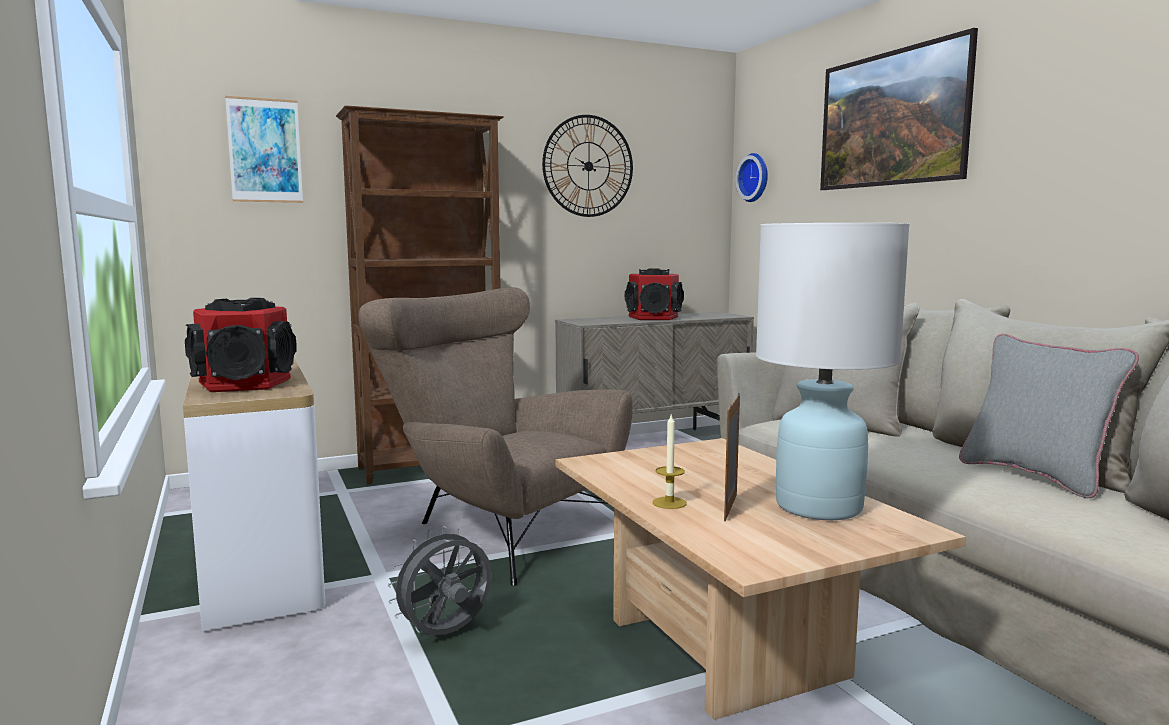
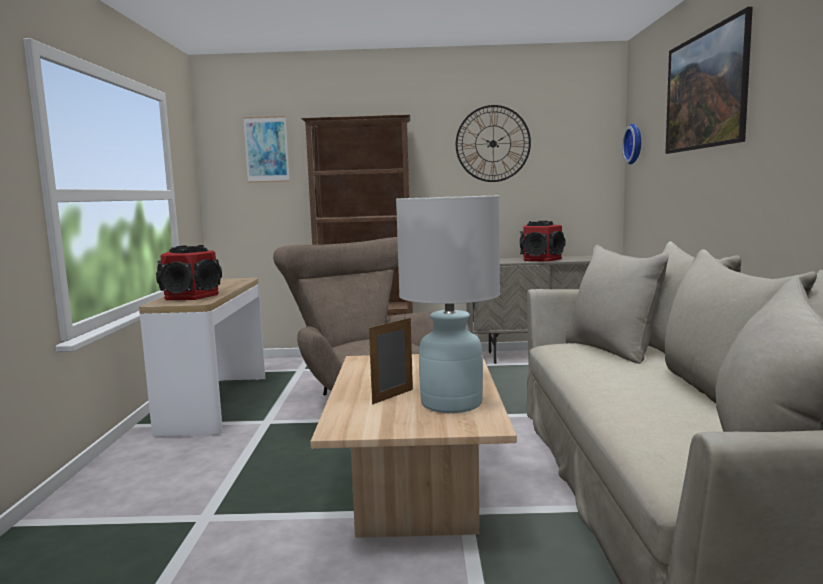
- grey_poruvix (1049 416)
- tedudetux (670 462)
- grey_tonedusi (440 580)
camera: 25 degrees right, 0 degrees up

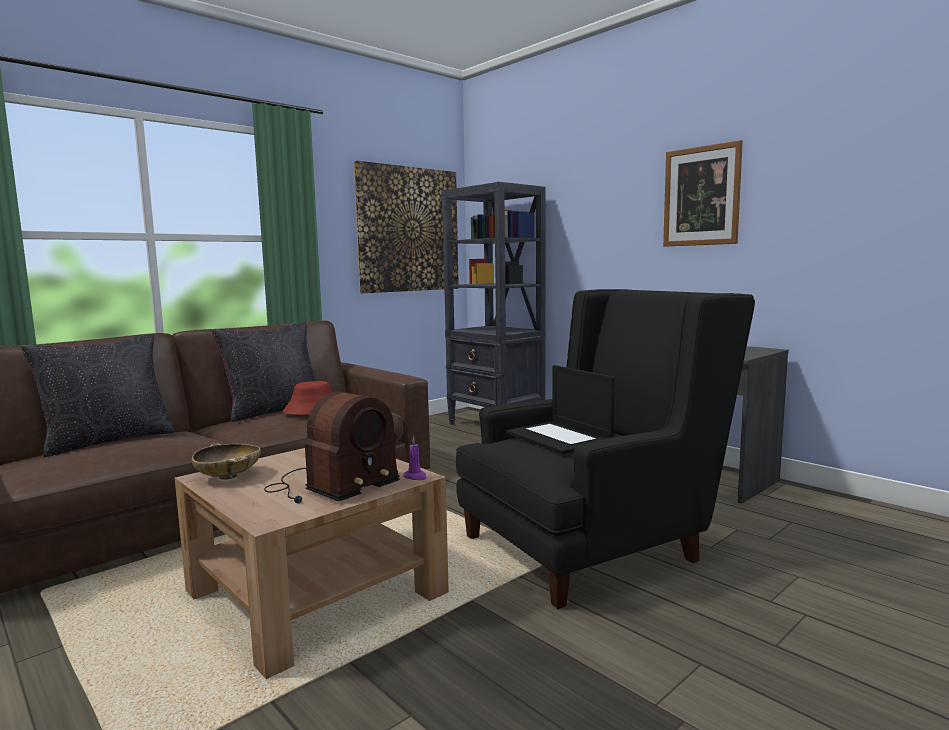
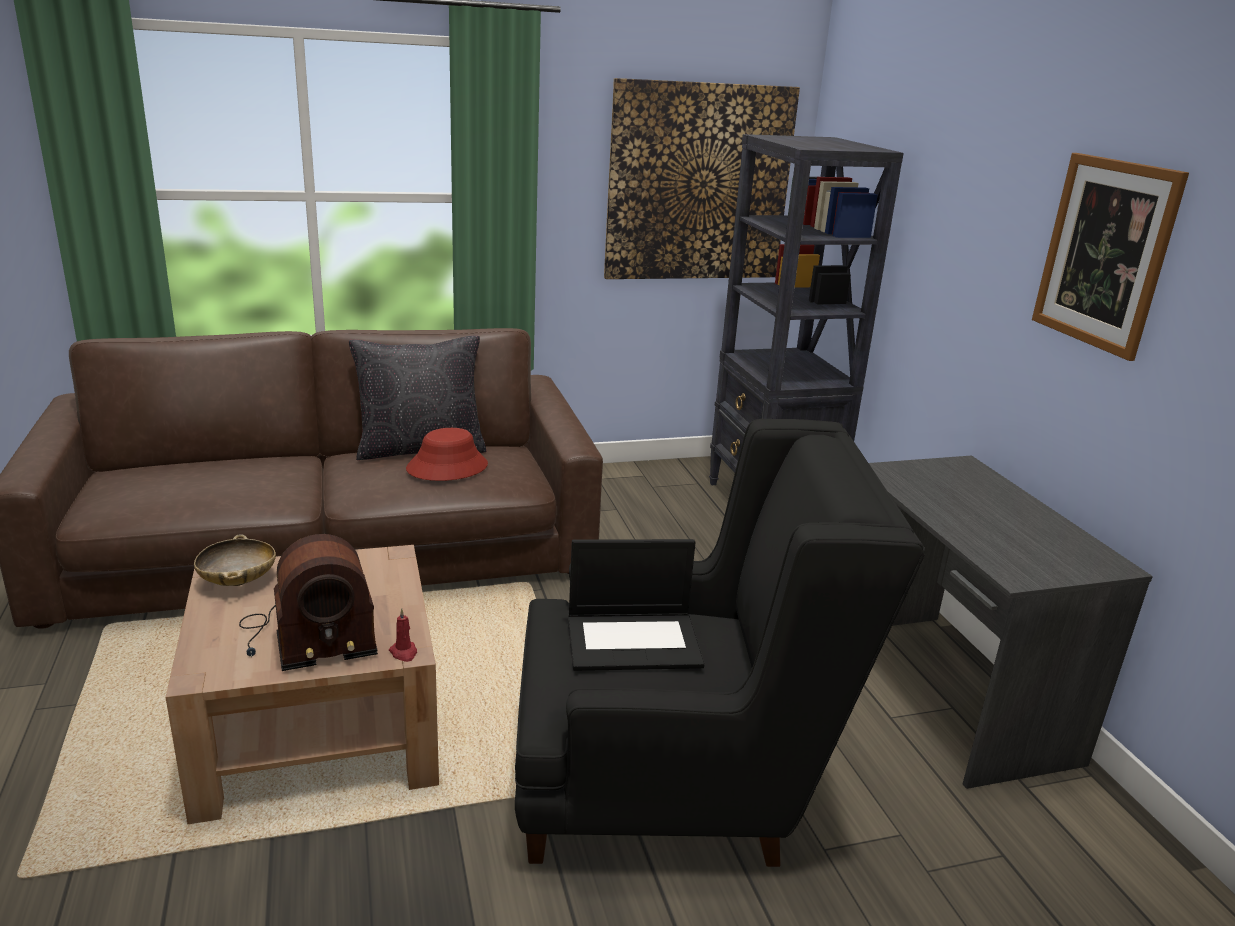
- black_poruvix (98 395)
~ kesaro (560 409) = (636 605) 90 degrees counterclockwise
~ purple_tedudetux (415 458) to red_tedudetux (403 635)
camera: 25 degrees right, 15 degrees up

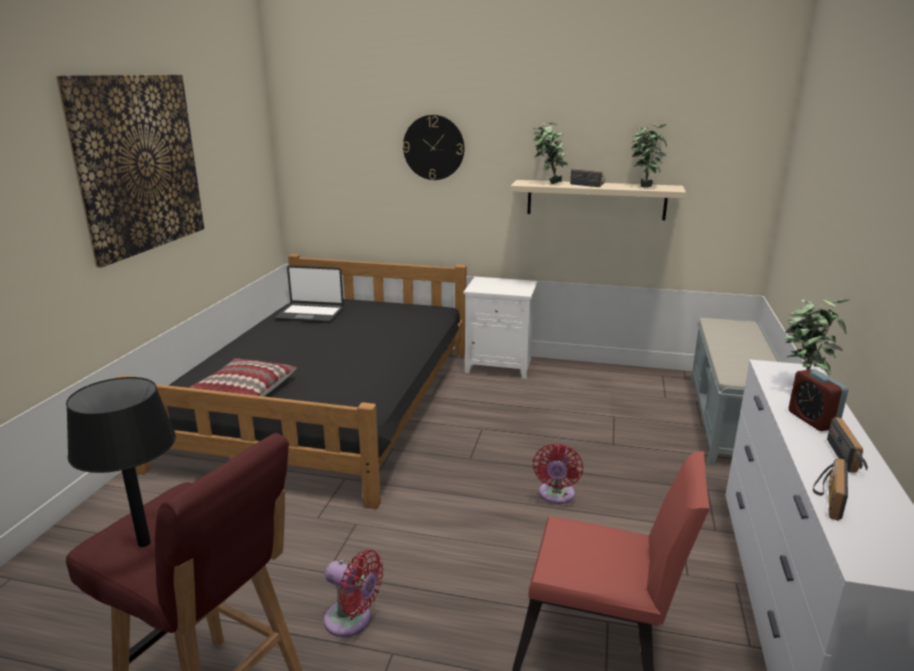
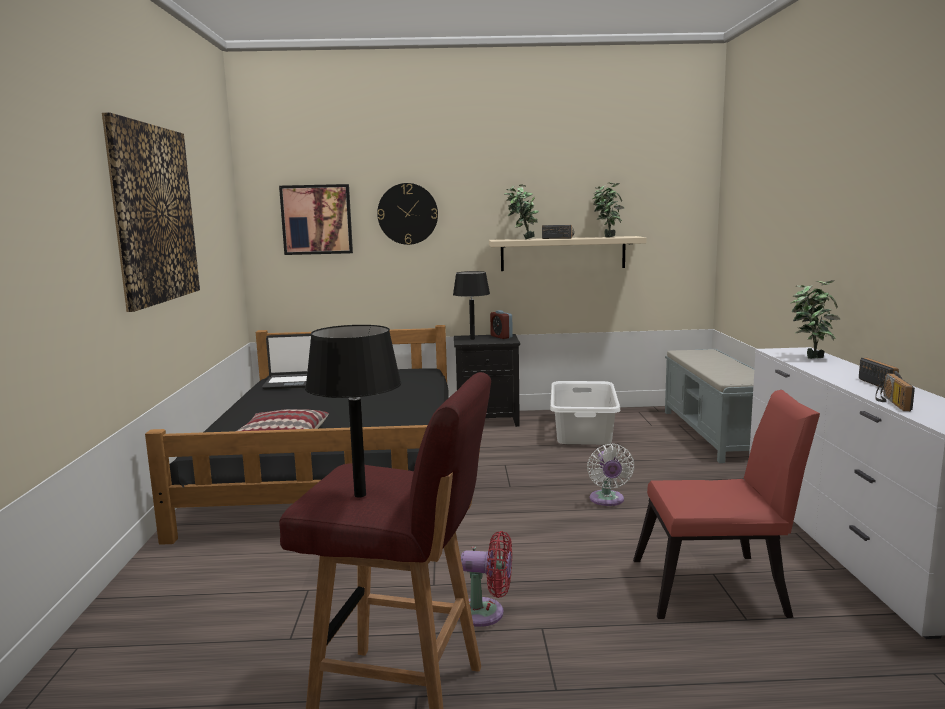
~ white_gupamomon (500 328) to black_gupamomon (487 380)
~ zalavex (818 400) to (501 324)
~ red_tonedusi (558 473) to white_tonedusi (610 475)
+ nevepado (316 219)
+ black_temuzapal (471 305)
+ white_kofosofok (585 413)
camera: 15 degrees left, 10 degrees down

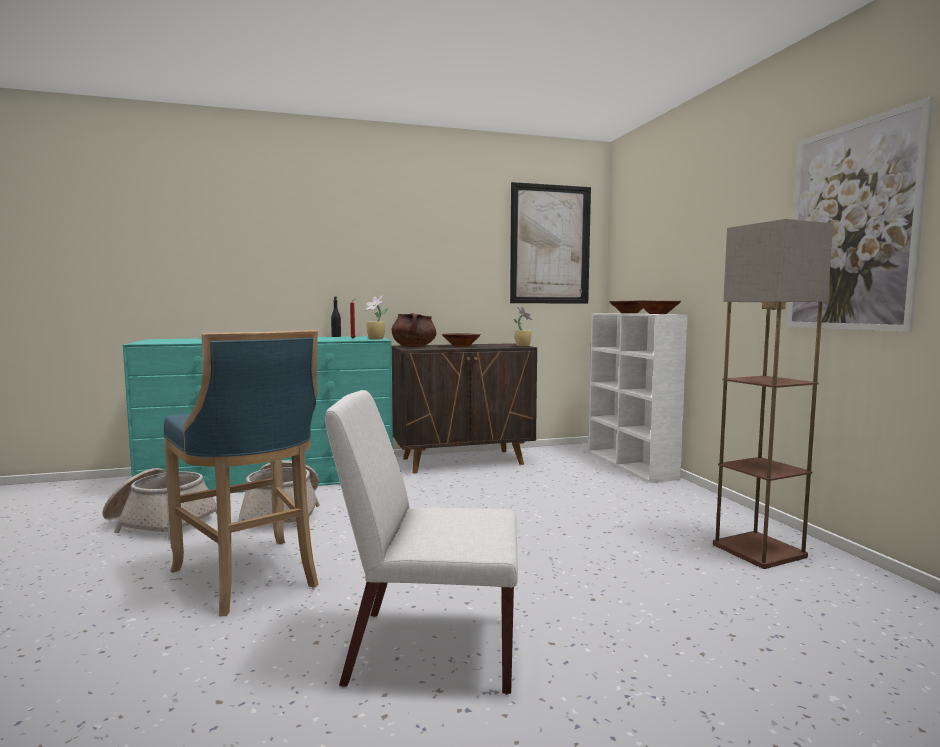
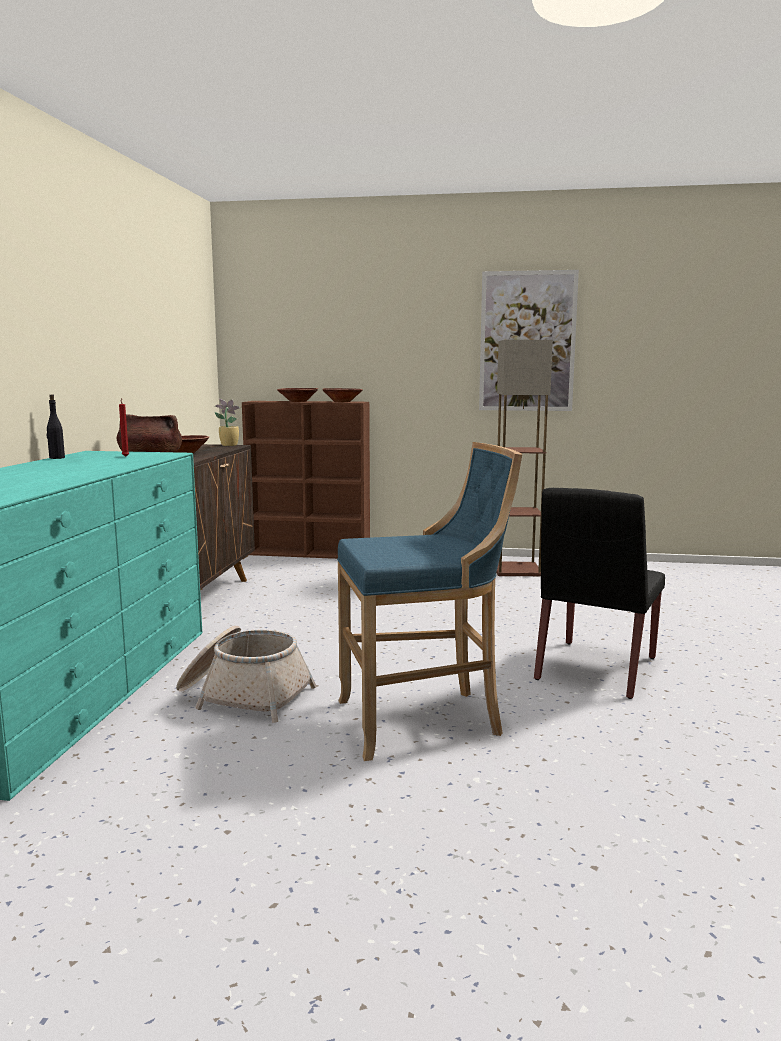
- nevepado (550 242)
- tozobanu (376 318)
~ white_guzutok (638 398) to brown_guzutok (306 480)
~ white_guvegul (421 542) to black_guvegul (599 593)
- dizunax (159 504)
camera: 65 degrees left, 5 degrees up

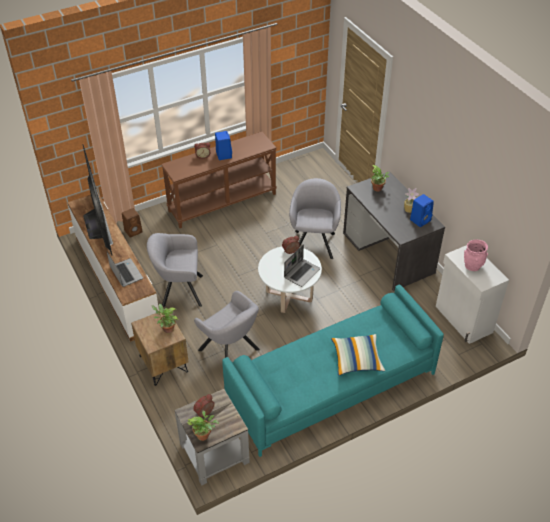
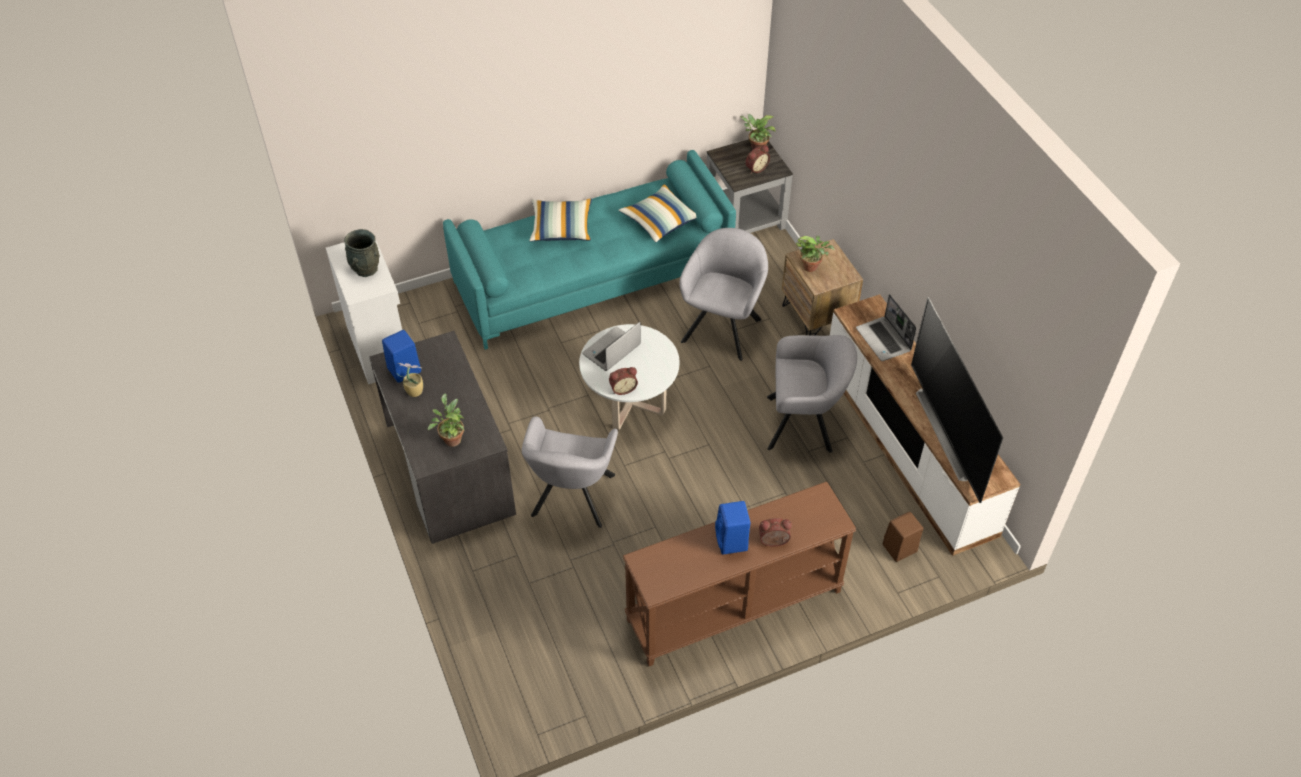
~ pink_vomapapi (476 255) to grey_vomapapi (362 253)
~ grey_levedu (227 324) = (723 294) 60 degrees clockwise
+ poruvix (657 213)
camera: 175 degrees left, 5 degrees up

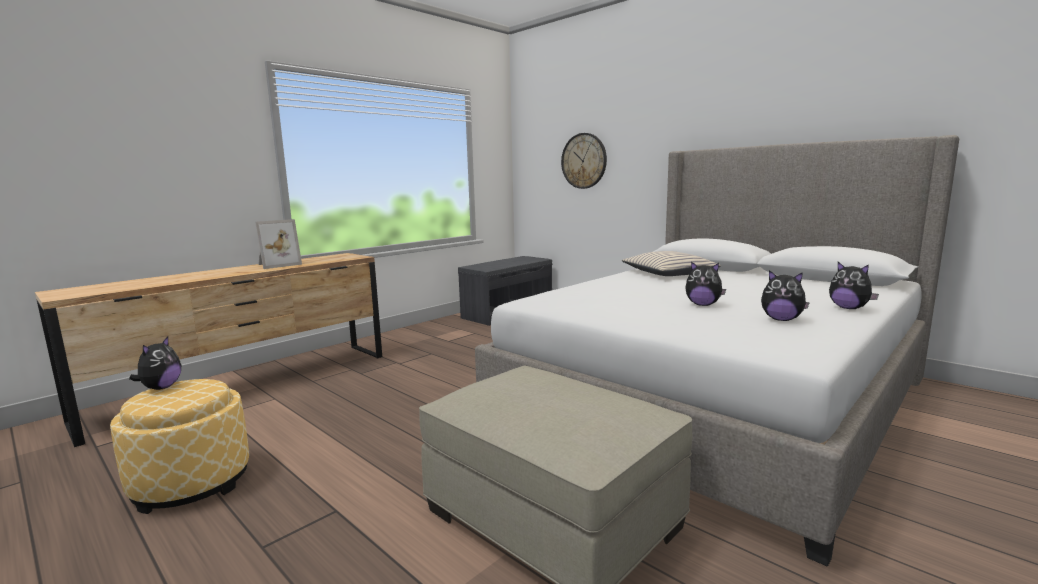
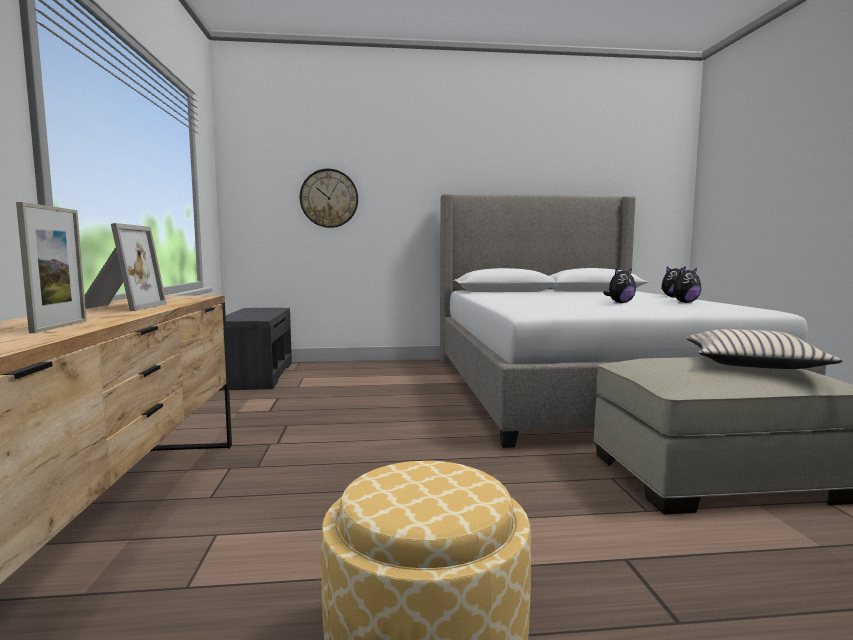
~ beige_poruvix (671 263) to (764 349)
- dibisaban (155 363)
+ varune (51 267)
camera: 50 degrees left, 5 degrees down

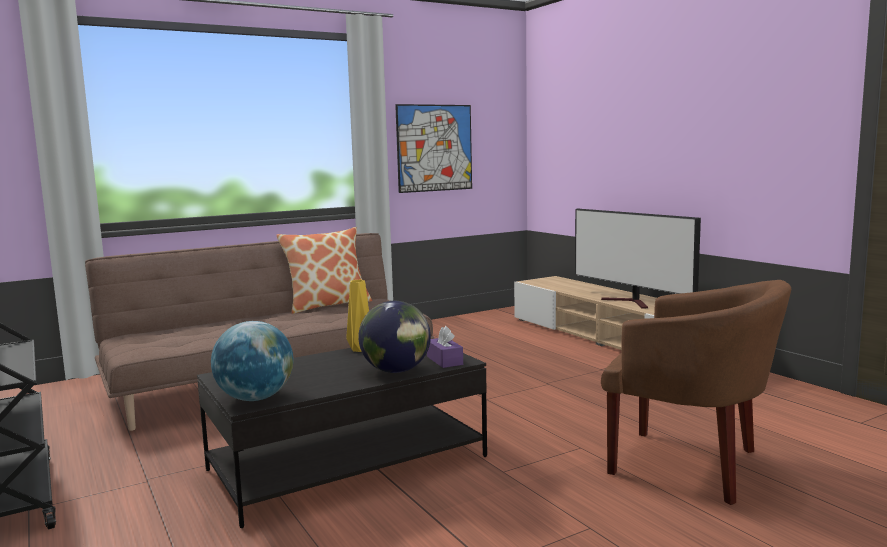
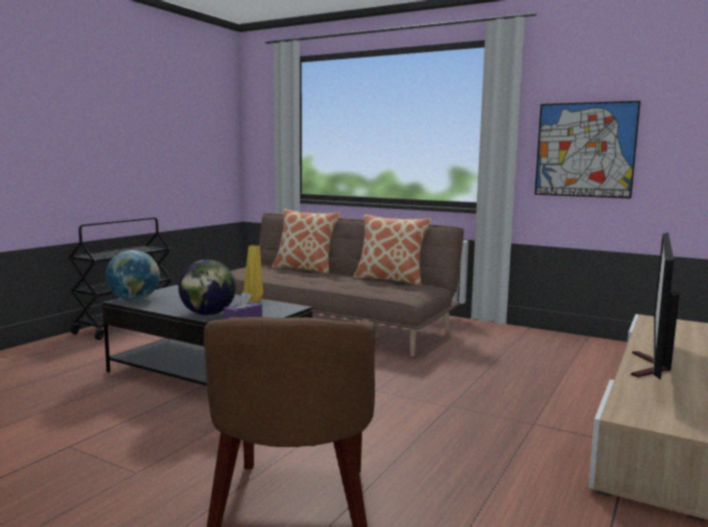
+ poruvix (306 241)
camera: 60 degrees right, 0 degrees up

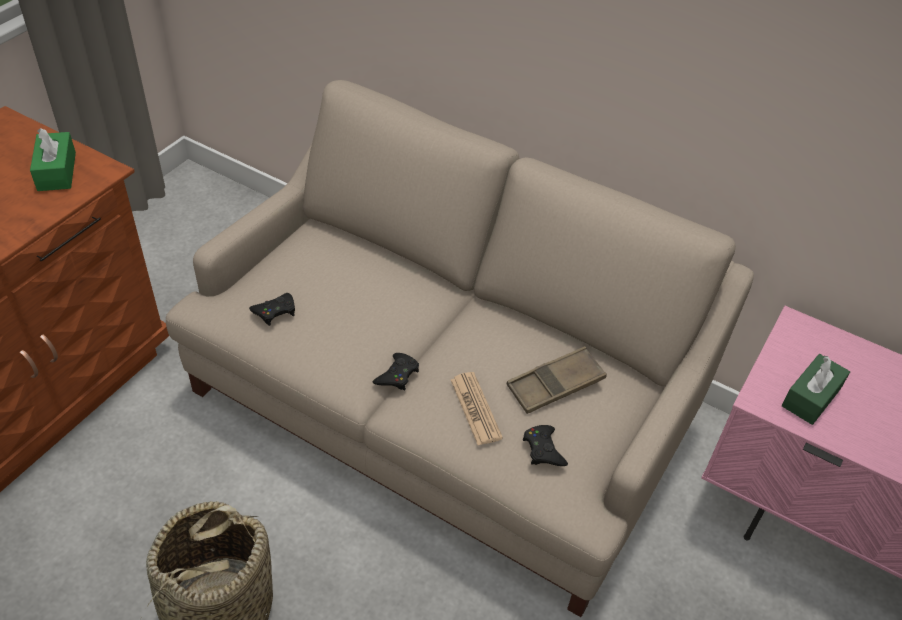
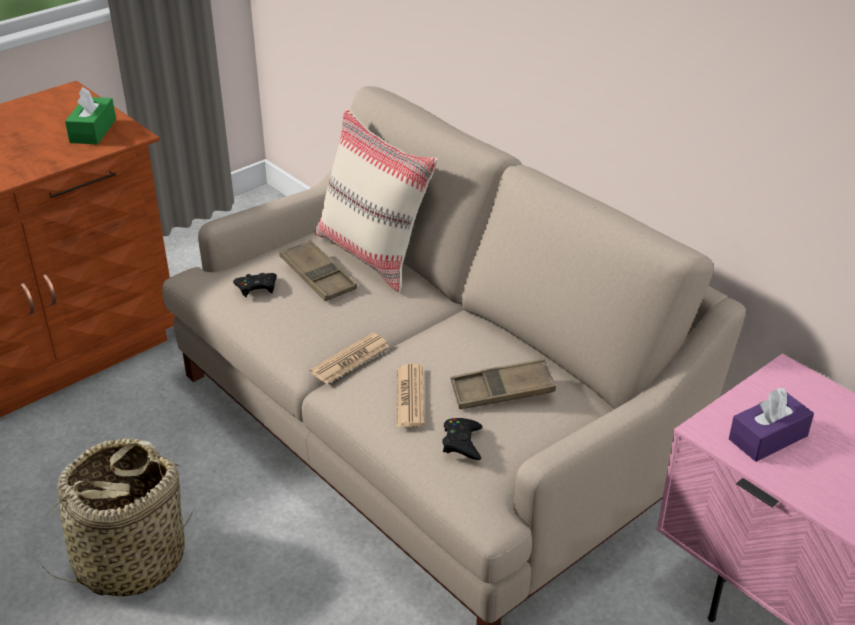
~ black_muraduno (396 372) to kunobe (349 358)
~ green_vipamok (816 389) to purple_vipamok (771 425)
+ beige_poruvix (376 200)
+ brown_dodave (318 270)
camera: 20 degrees right, 10 degrees down

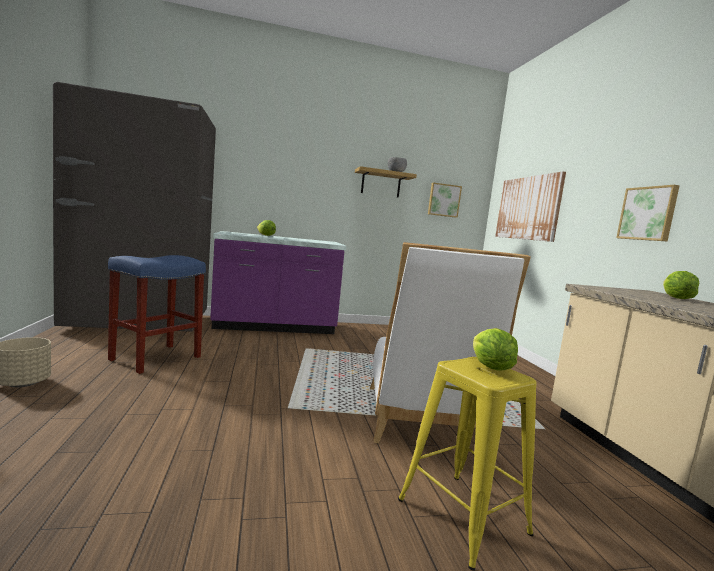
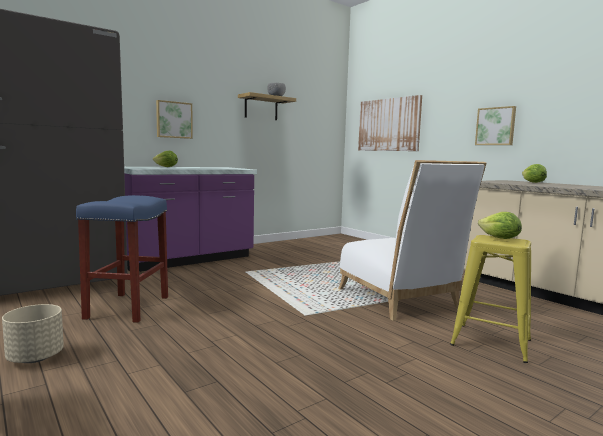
~ nevepado (445 200) to (174 119)
camera: 25 degrees left, 0 degrees up

